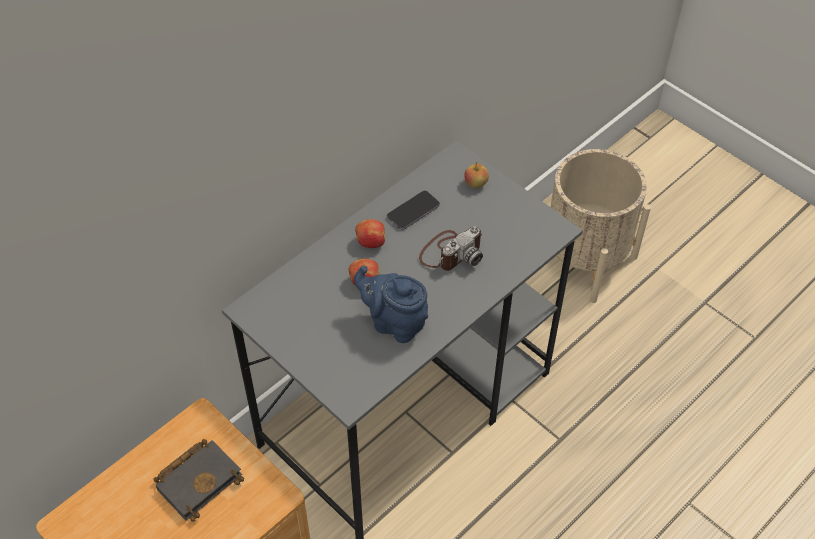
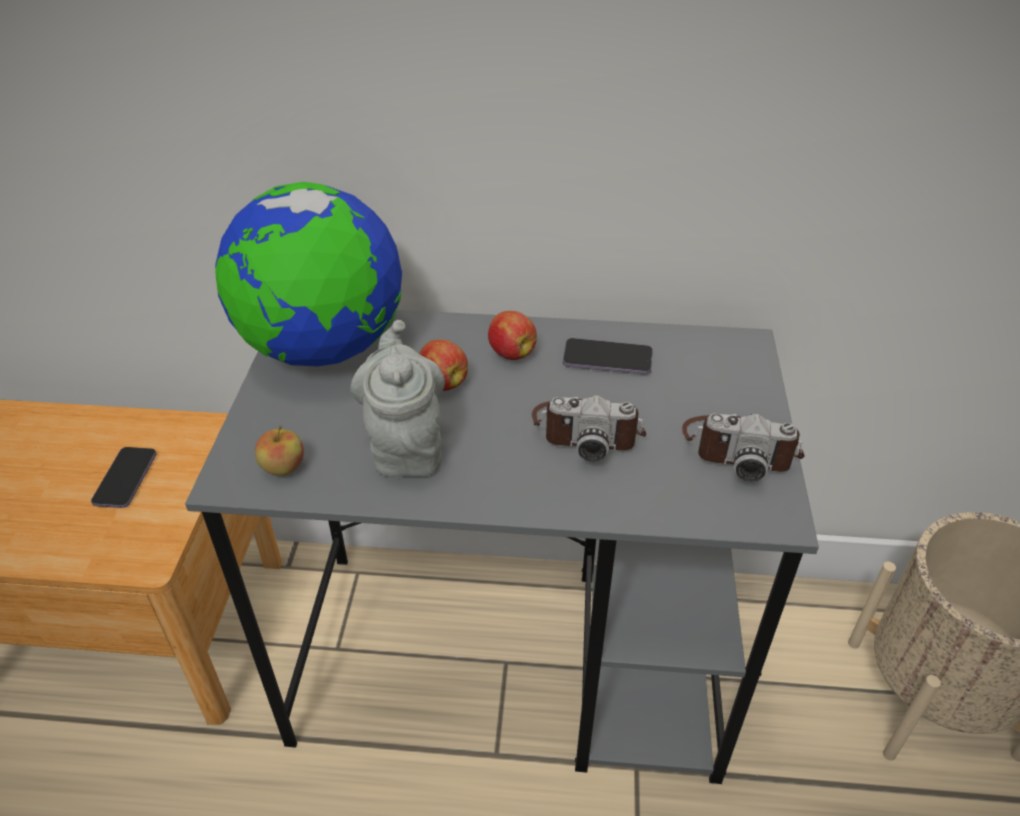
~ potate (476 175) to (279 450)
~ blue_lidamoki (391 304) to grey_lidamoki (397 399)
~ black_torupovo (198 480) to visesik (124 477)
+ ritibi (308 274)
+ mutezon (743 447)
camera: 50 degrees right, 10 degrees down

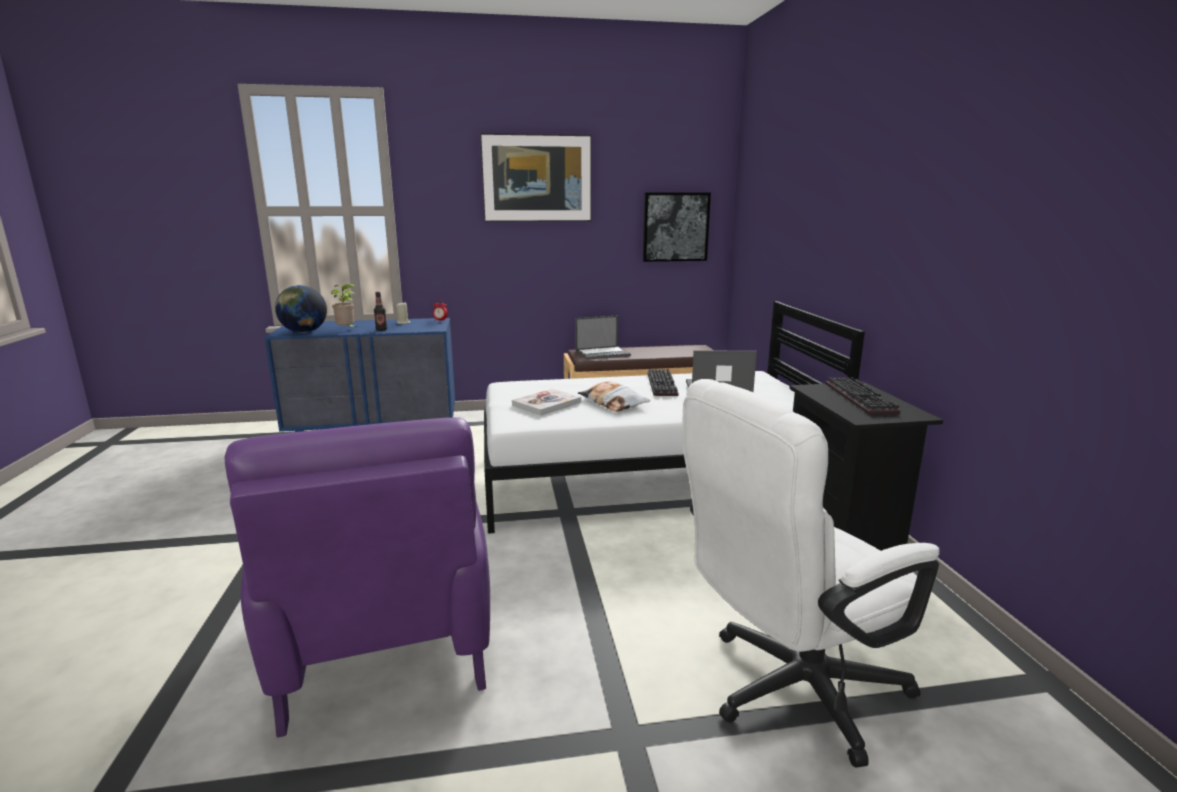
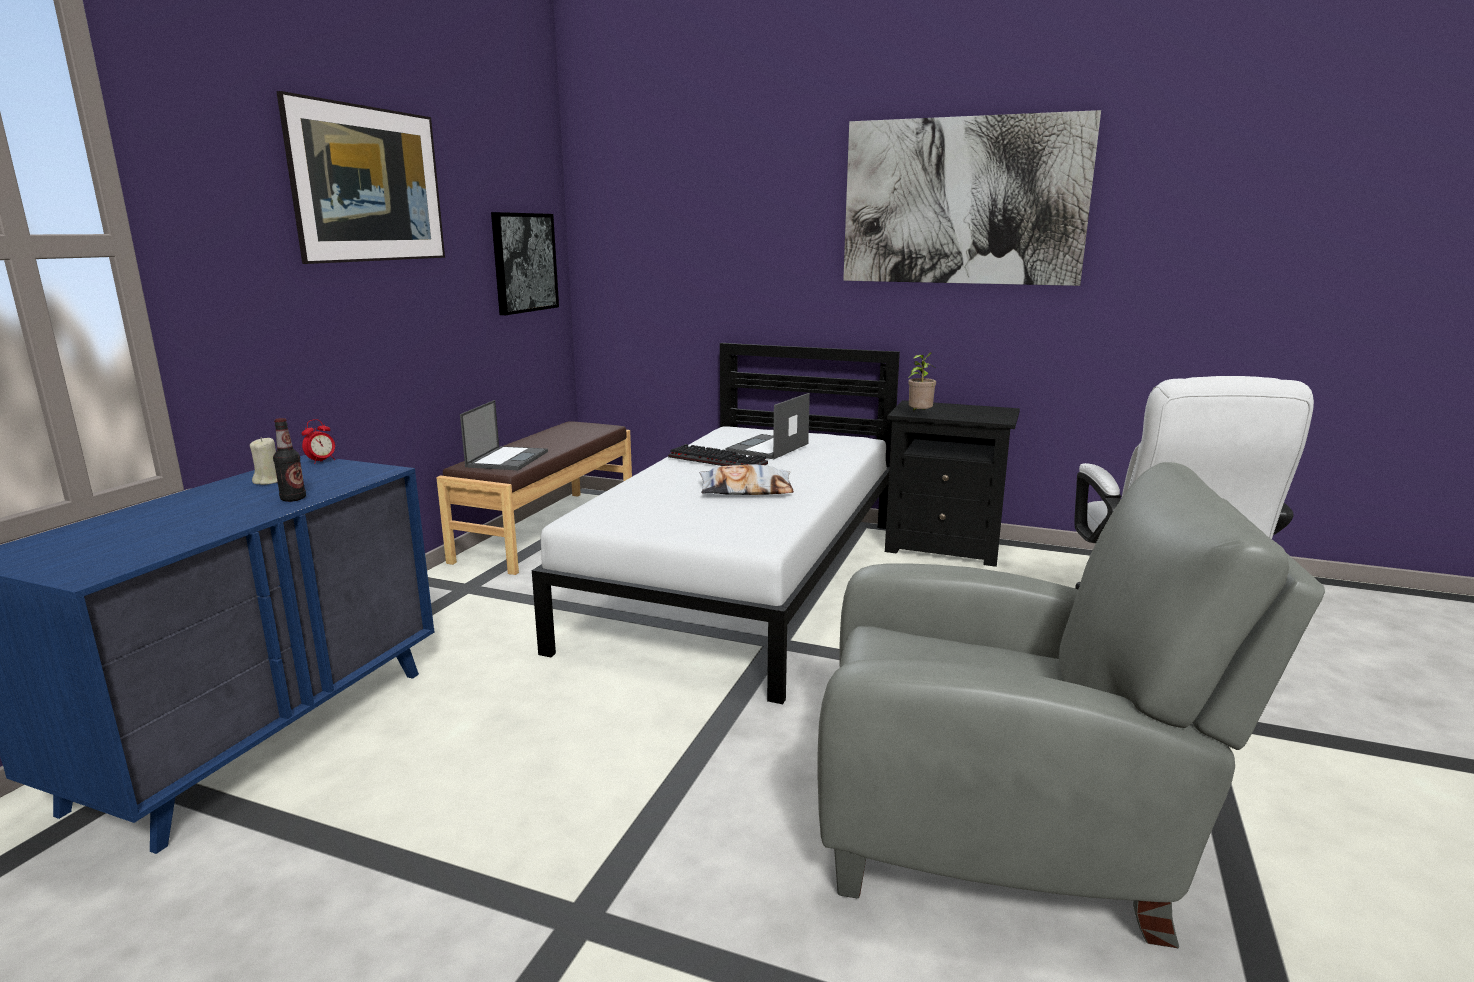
~ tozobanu (345 306) to (922 381)
- ritibi (301 309)
- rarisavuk (862 395)
- torupovo (546 402)
~ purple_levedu (357 577) to grey_levedu (1071 705)
+ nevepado (972 198)
camera: 60 degrees left, 0 degrees up

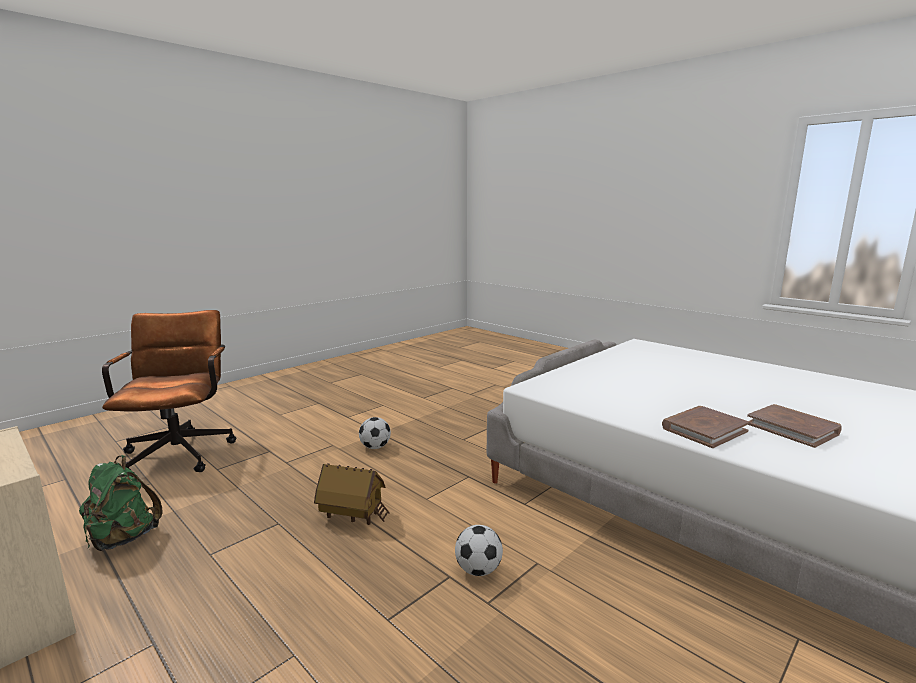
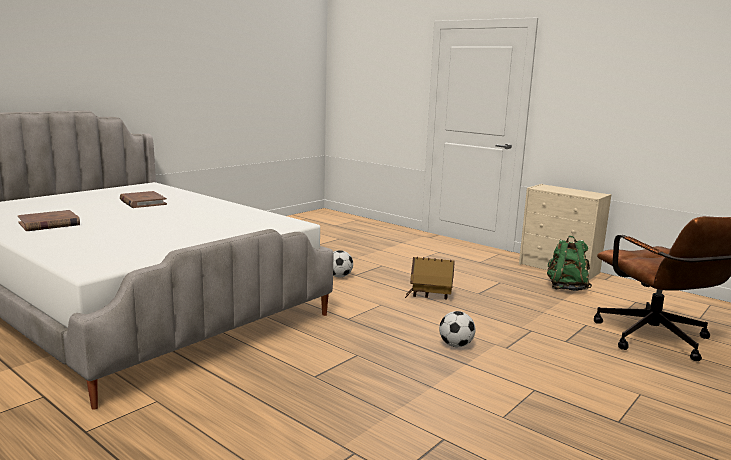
~ brown_torupovo (706 427) to (49 220)
camera: 175 degrees right, 0 degrees up

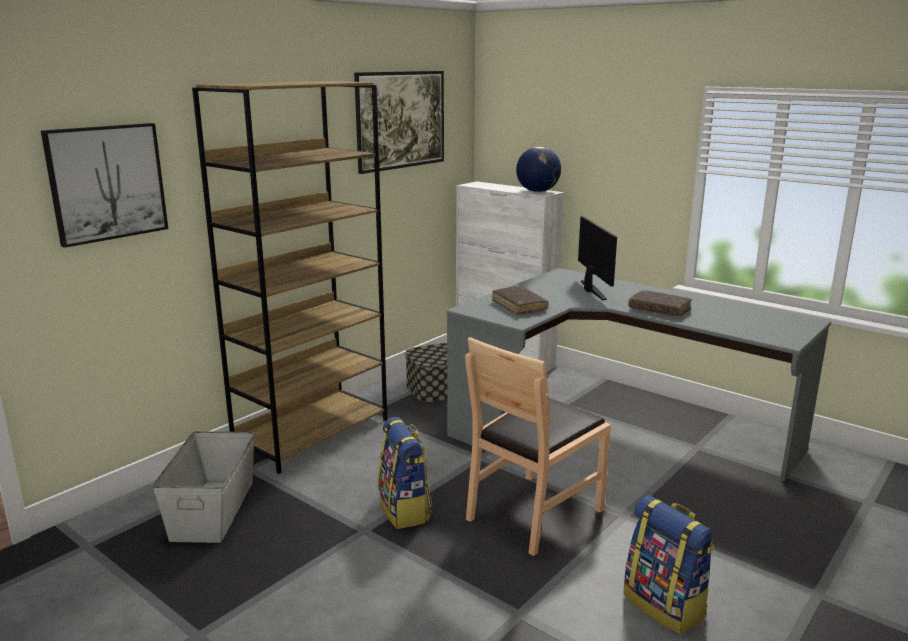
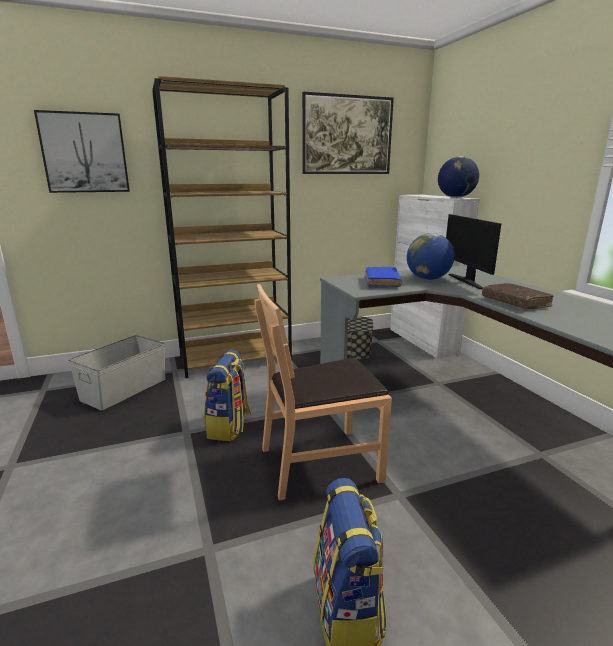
~ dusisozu (597 258) = (473 251) 150 degrees clockwise
~ brown_torupovo (520 300) to blue_torupovo (383 277)
+ ritibi (431 256)
camera: 30 degrees right, 0 degrees up

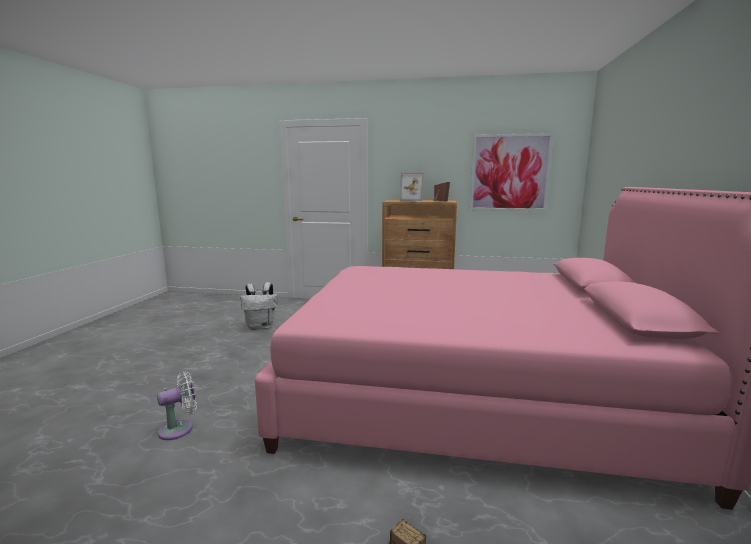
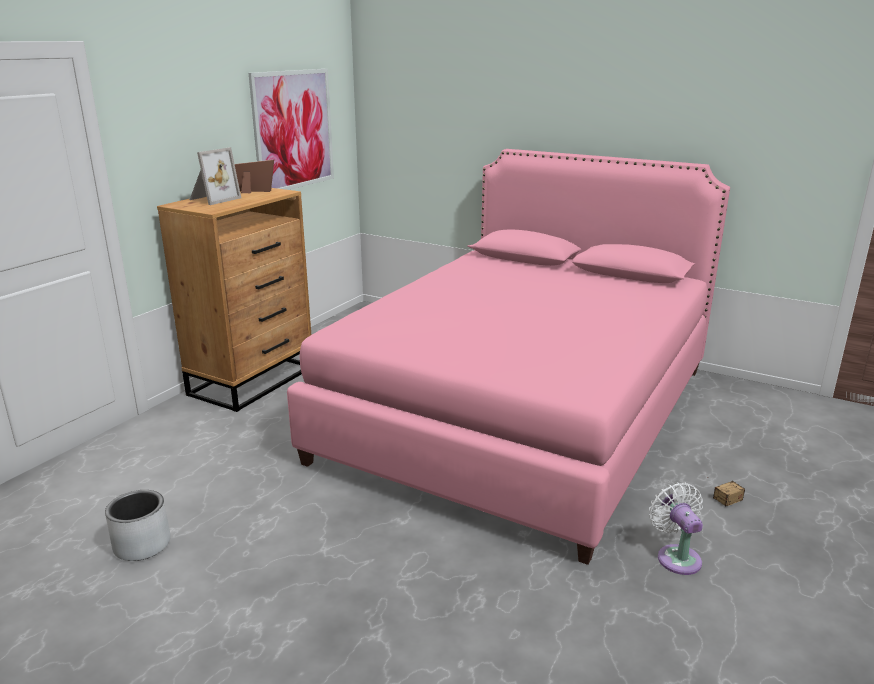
~ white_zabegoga (259 306) to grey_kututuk (138 525)
~ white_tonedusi (177 406) to (676 529)
camera: 70 degrees left, 10 degrees up

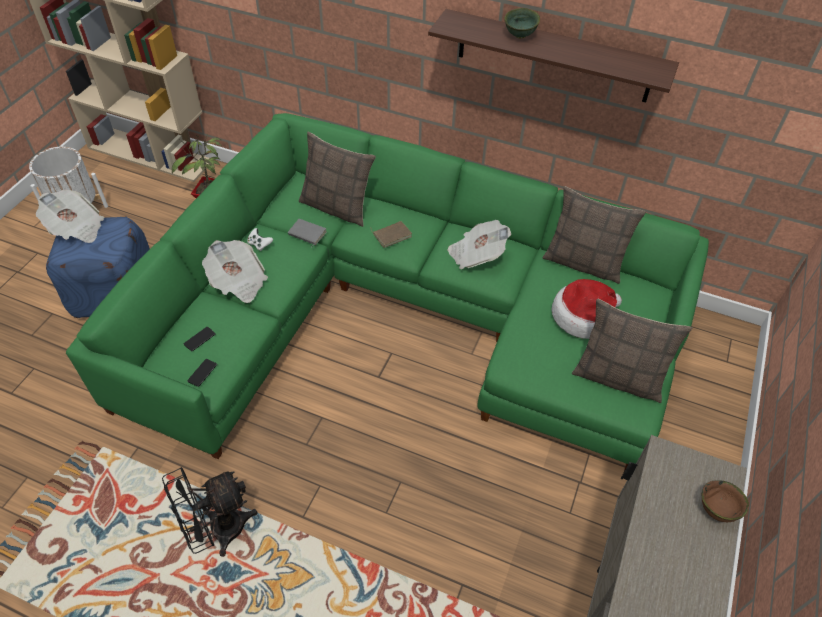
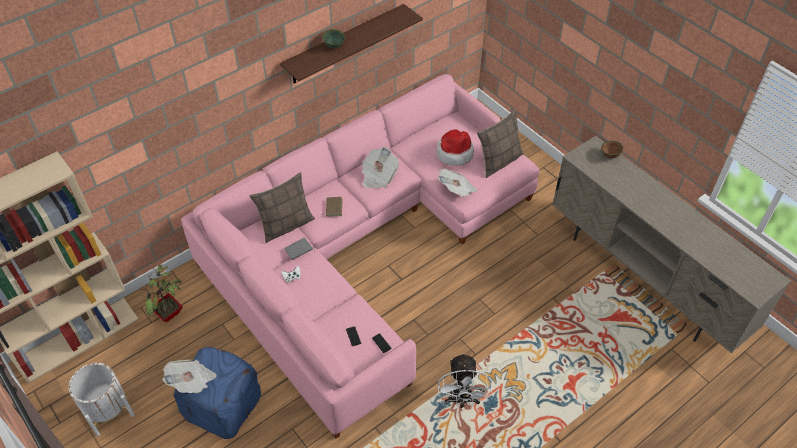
~ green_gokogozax (387 292) to pink_gokogozax (360 256)
- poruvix (594 235)
~ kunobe (235 271) to (457 183)
~ black_tonedusi (210 512) to white_tonedusi (465 380)
camera: 60 degrees left, 0 degrees up

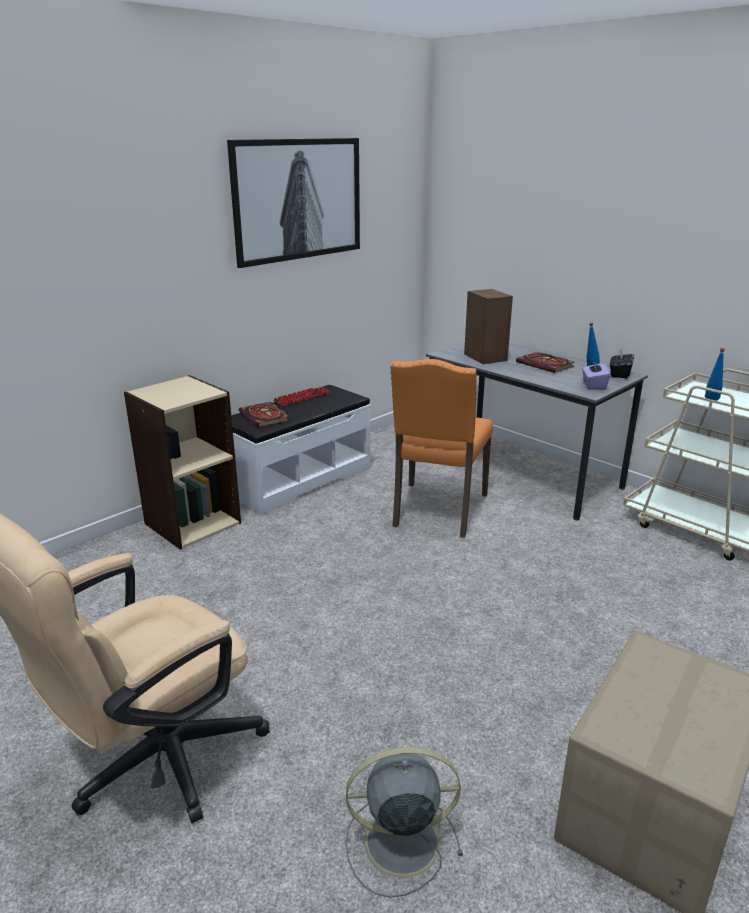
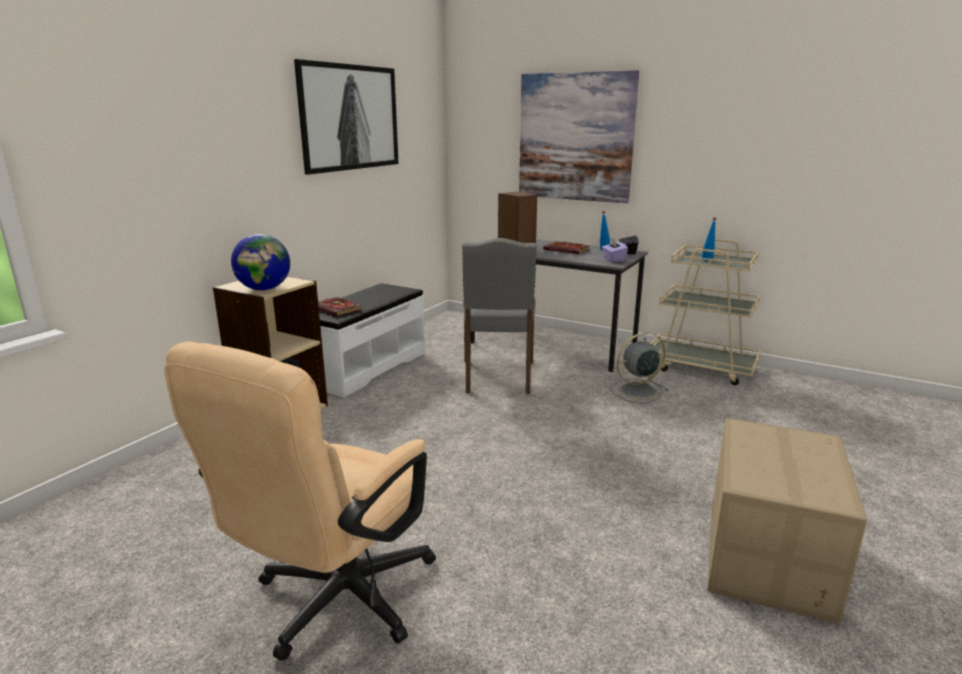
~ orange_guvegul (441 448) to grey_guvegul (499 316)
- rarisavuk (302 397)
~ grey_tonedusi (404 822) to (639 368)
+ nevepado (579 136)
+ ritibi (260 262)
camera: 15 degrees left, 5 degrees down

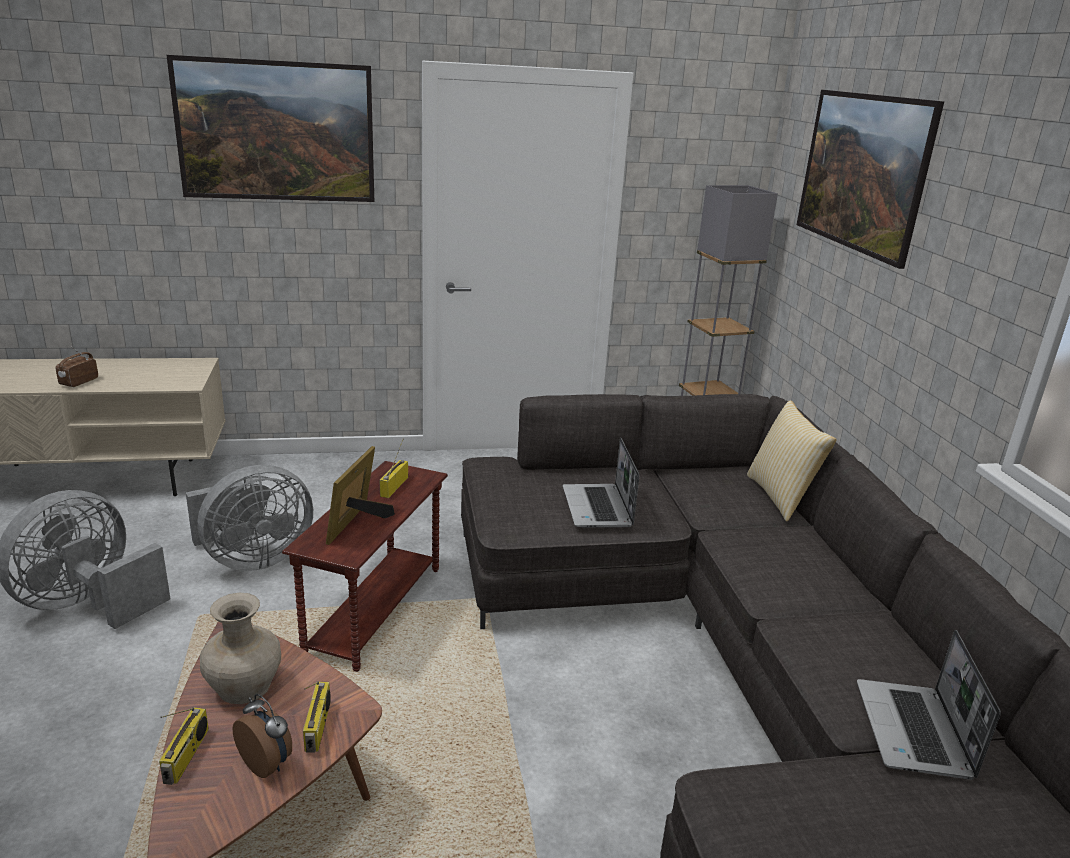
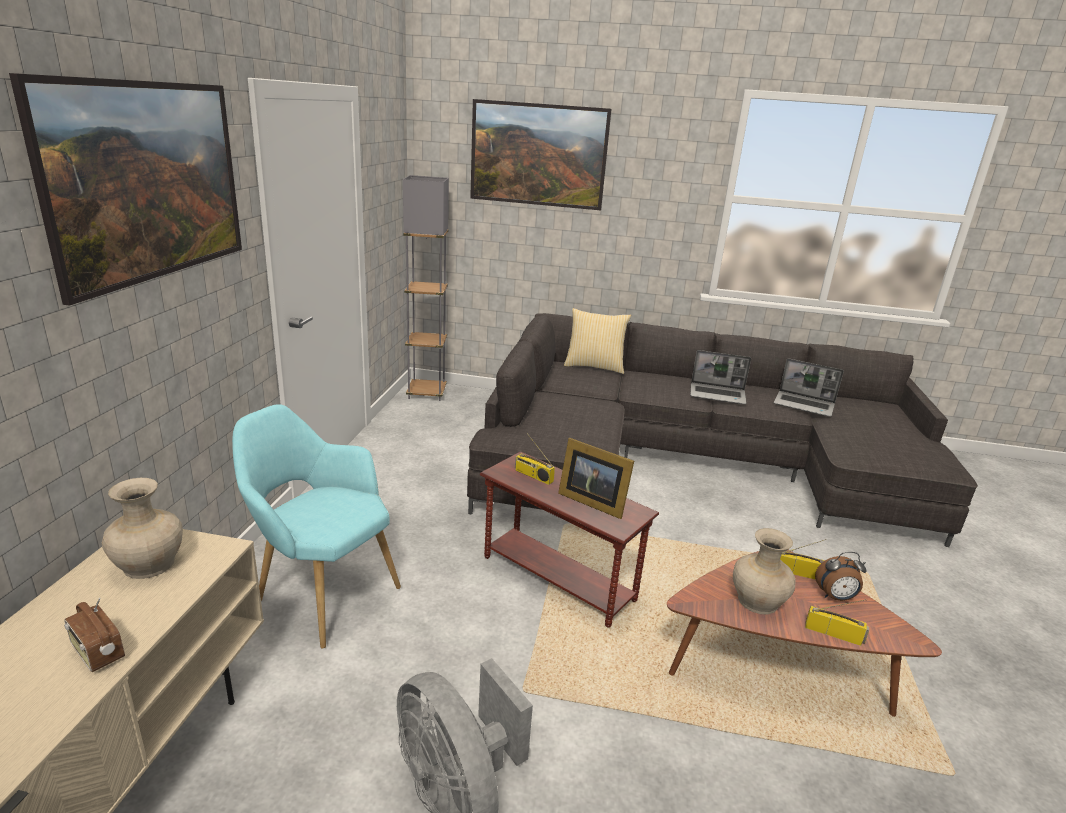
~ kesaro (601 483) to (720 377)
- grey_tonedusi (249 518)
~ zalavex (262 736) = (840 576) 150 degrees counterclockwise
+ turquoise_levedu (316 526)
+ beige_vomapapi (142 528)
camera: 70 degrees left, 0 degrees up

